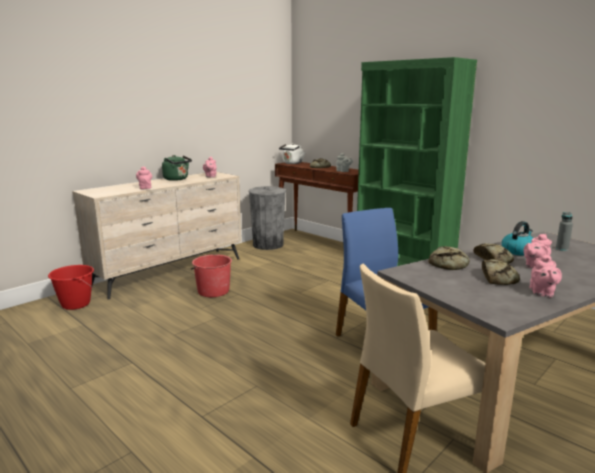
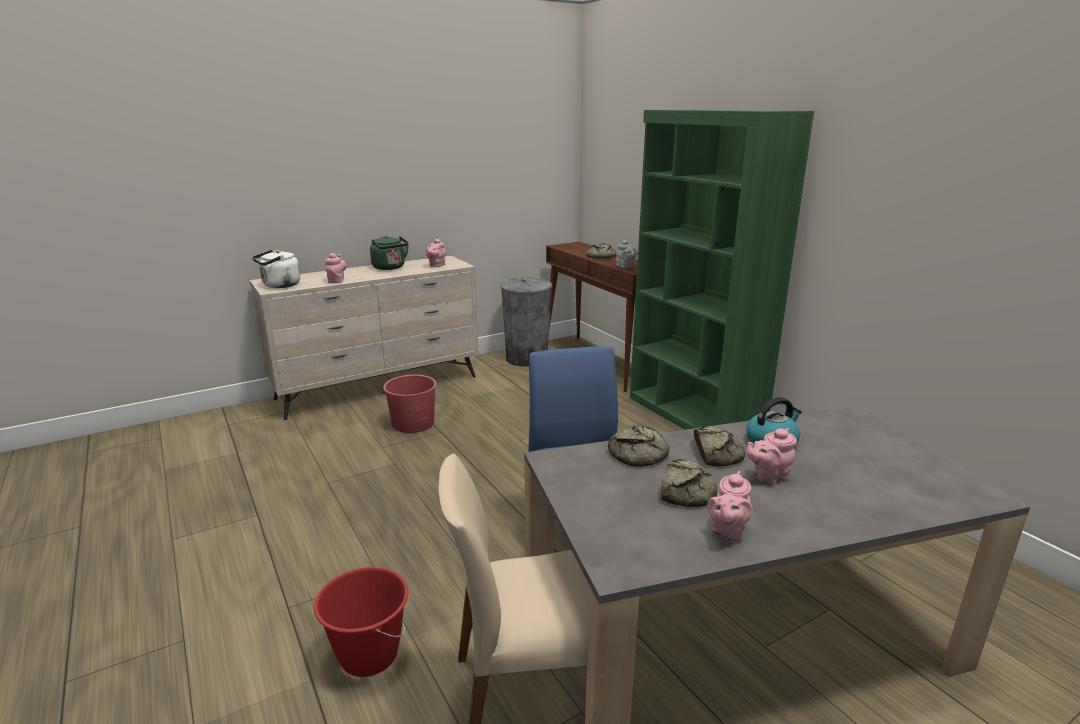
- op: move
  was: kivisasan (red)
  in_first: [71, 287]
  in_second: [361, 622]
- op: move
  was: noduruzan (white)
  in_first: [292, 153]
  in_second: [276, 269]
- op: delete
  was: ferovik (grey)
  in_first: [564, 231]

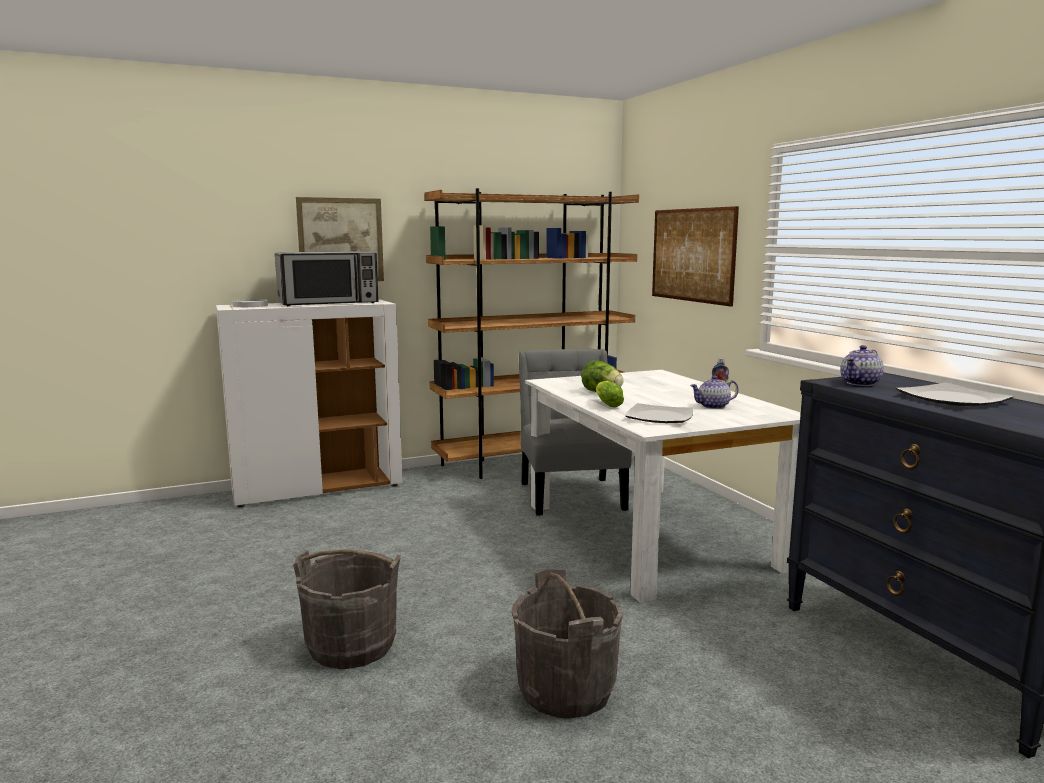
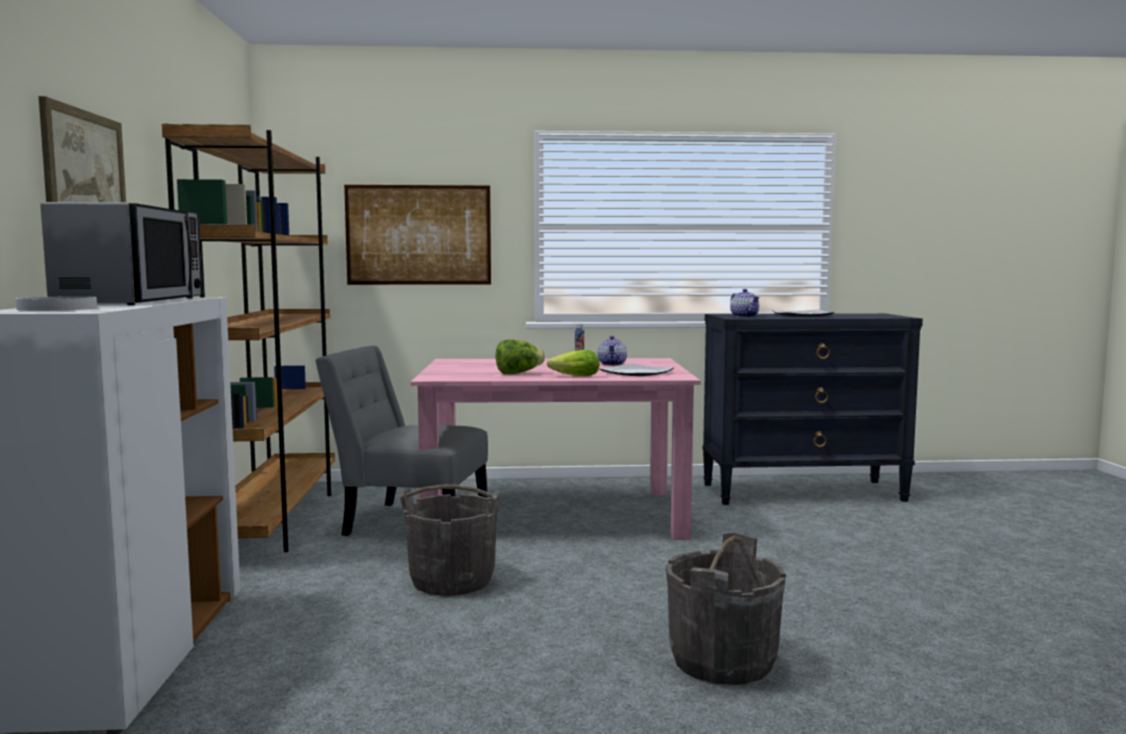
- op: move
  was: kivisasan (grey)
  in_first: [567, 643]
  in_second: [450, 540]
- op: recolor
  was: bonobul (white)
  now: bonobul (pink)
  in_first: [663, 486]
  in_second: [556, 449]

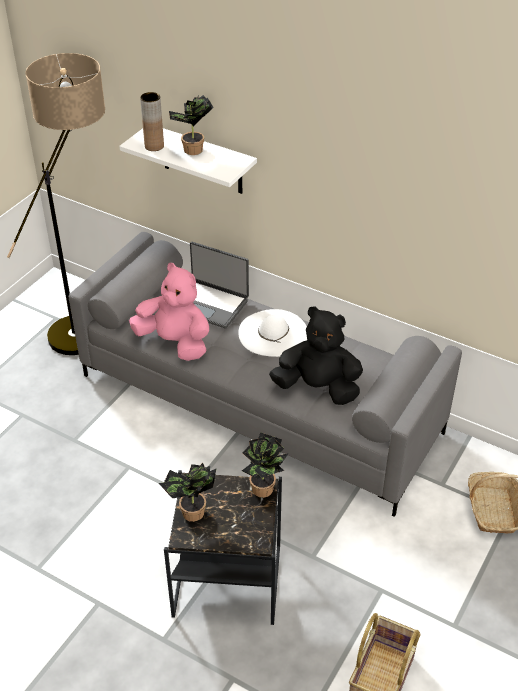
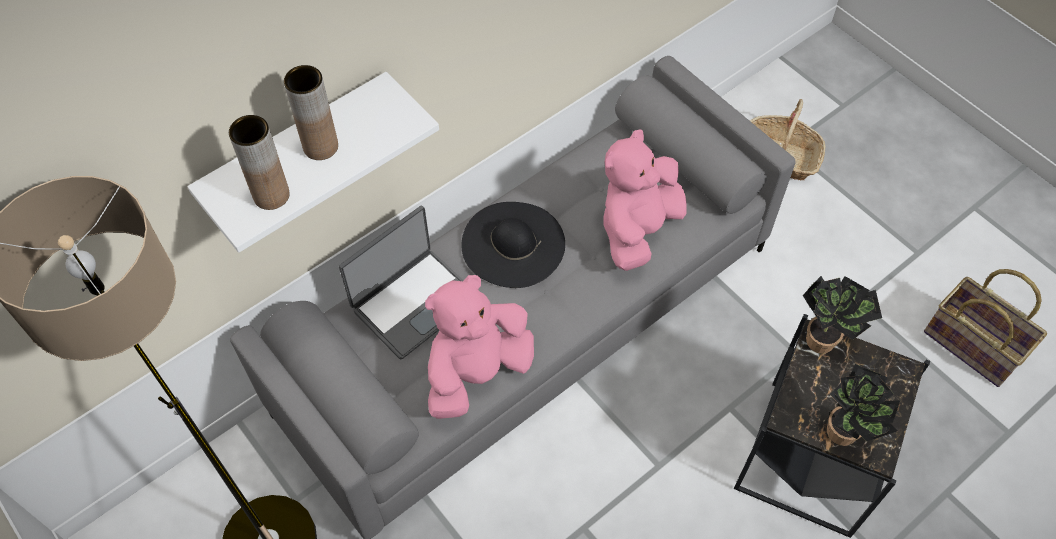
- op: replace
  was: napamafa
  now: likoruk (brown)
  in_first: [191, 125]
  in_second: [311, 112]
- op: recolor
  was: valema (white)
  now: valema (black)
  in_first: [272, 333]
  in_second: [513, 245]
- op: recolor
  was: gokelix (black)
  now: gokelix (pink)
  in_first: [316, 356]
  in_second: [645, 200]

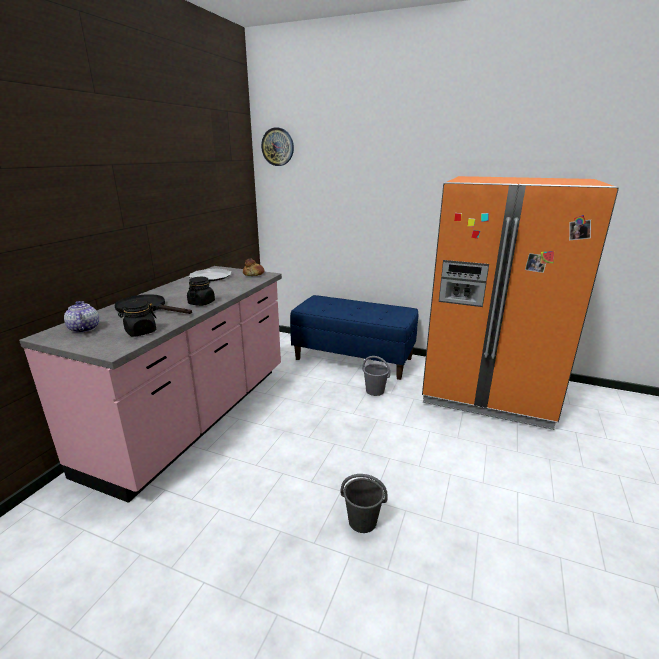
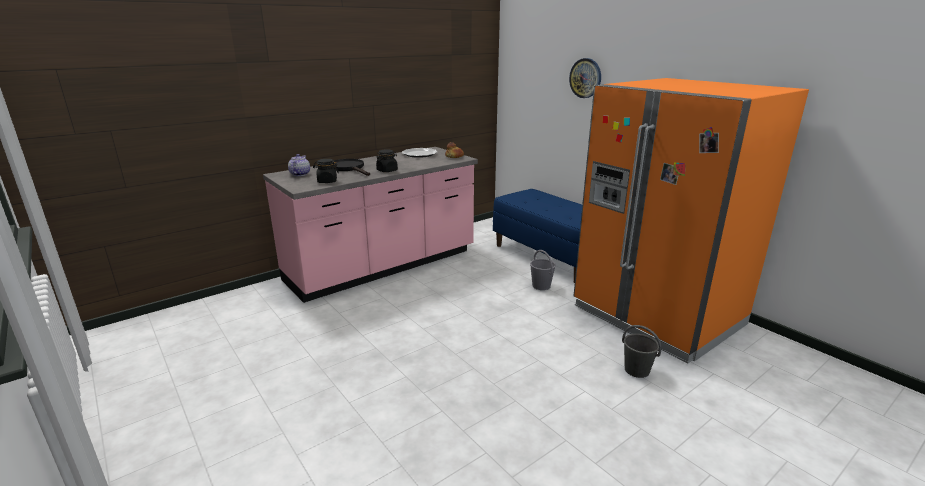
- op: move
  was: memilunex
  in_first: [277, 146]
  in_second: [585, 78]
- op: move
  was: kivisasan (grey)
  in_first: [364, 503]
  in_second: [641, 351]

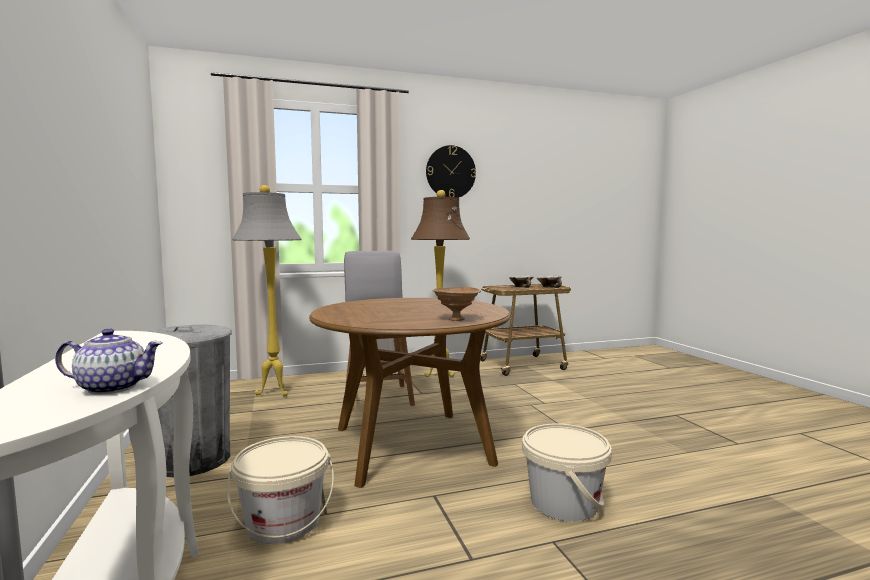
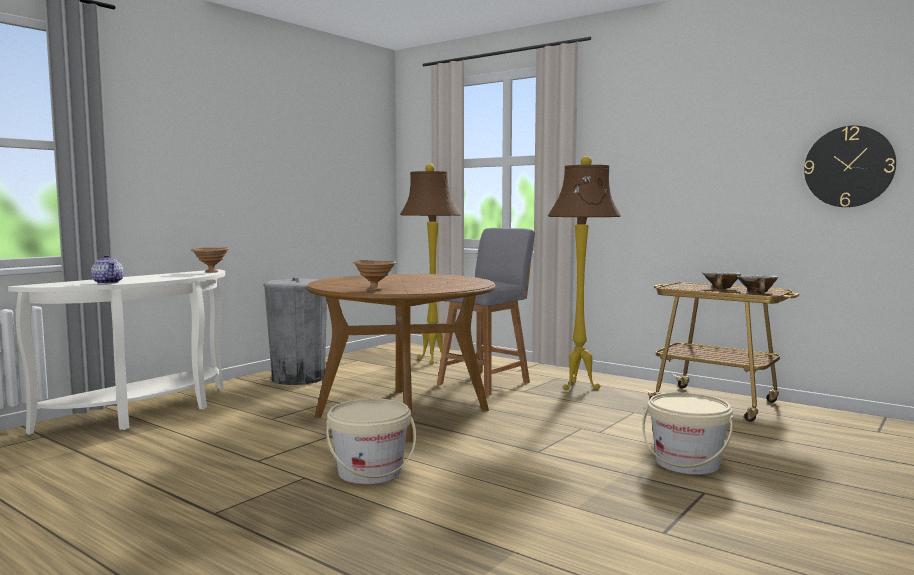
- op: move
  was: kivisasan (beige)
  in_first: [280, 490]
  in_second: [687, 433]
- op: recolor
  was: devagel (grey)
  now: devagel (brown)
  in_first: [267, 291]
  in_second: [431, 264]
- op: move
  was: memilunex
  in_first: [451, 171]
  in_second: [850, 166]
- op: insert
  now: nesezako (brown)
  in_second: [210, 260]

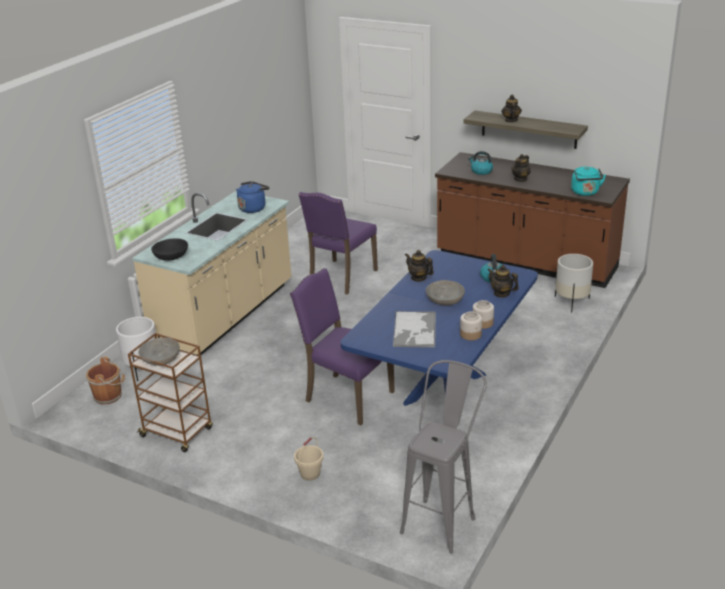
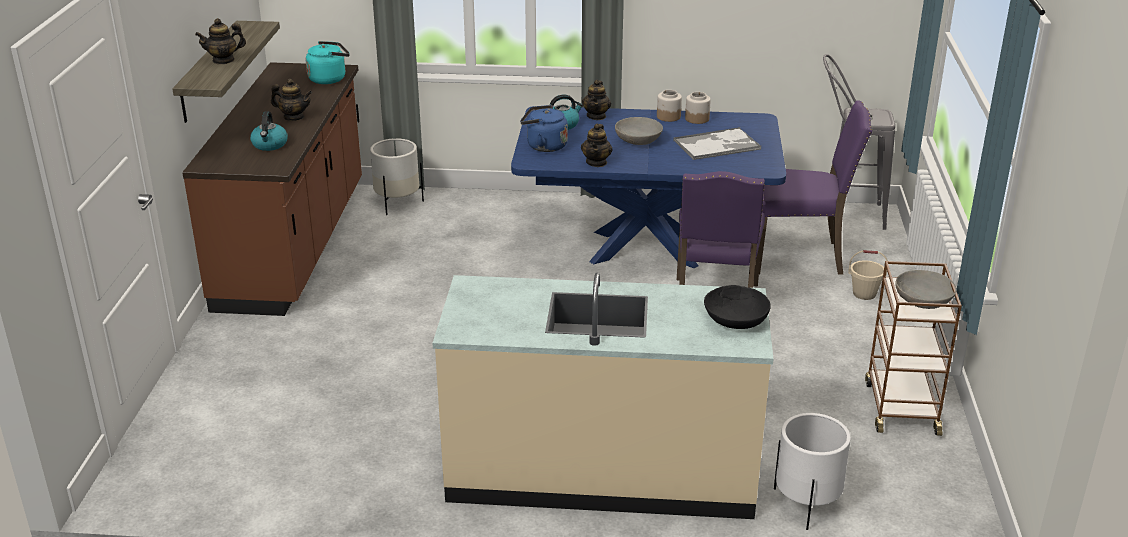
- op: delete
  was: kivisasan (brown)
  in_first: [105, 381]
- op: move
  was: noduruzan (blue)
  in_first: [252, 197]
  in_second: [544, 128]
- op: move
  was: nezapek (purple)
  in_first: [338, 243]
  in_second: [815, 187]

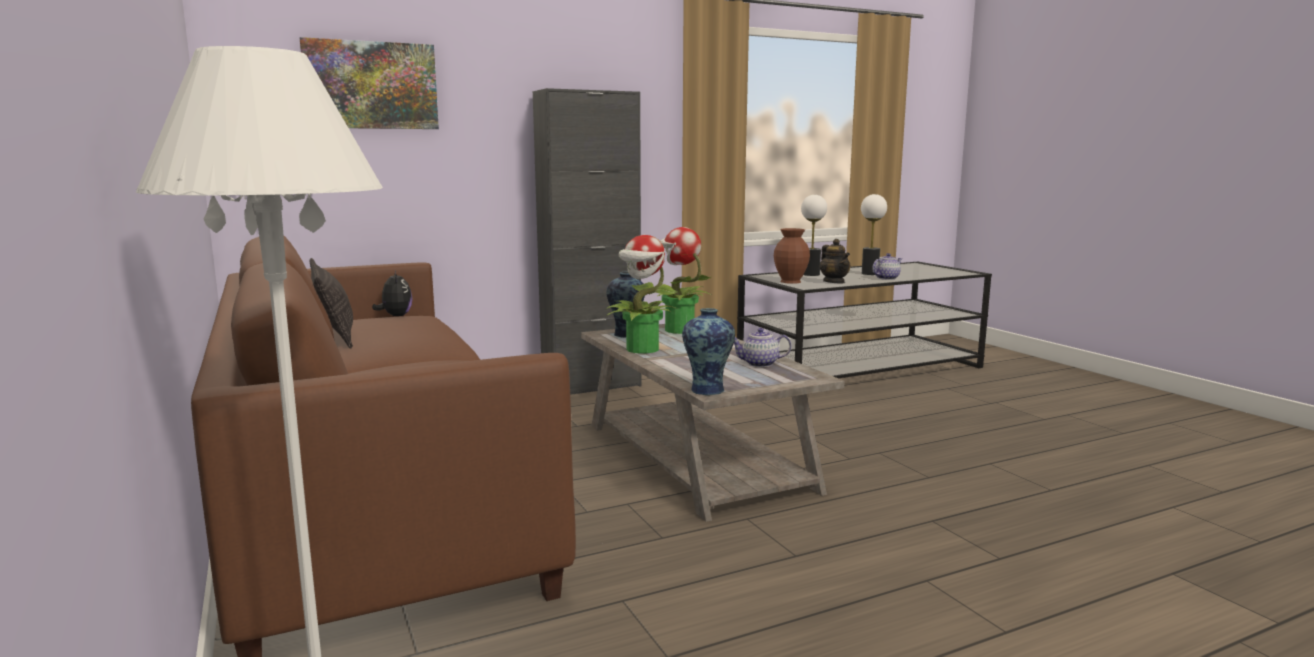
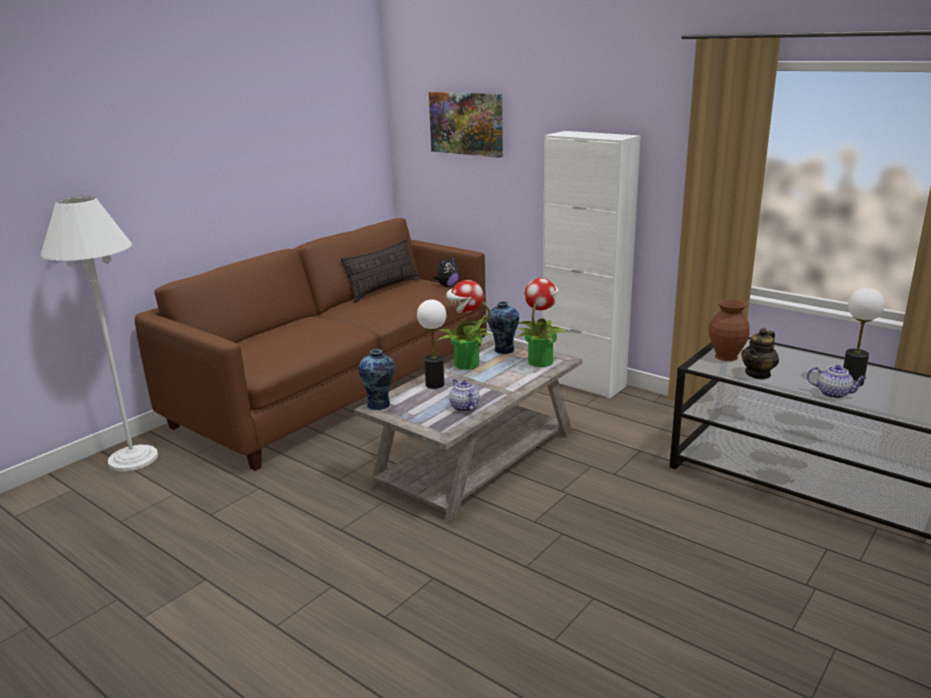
- op: recolor
  was: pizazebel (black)
  now: pizazebel (white)
  in_first: [587, 241]
  in_second: [592, 265]
- op: move
  was: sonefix
  in_first: [814, 235]
  in_second: [431, 344]

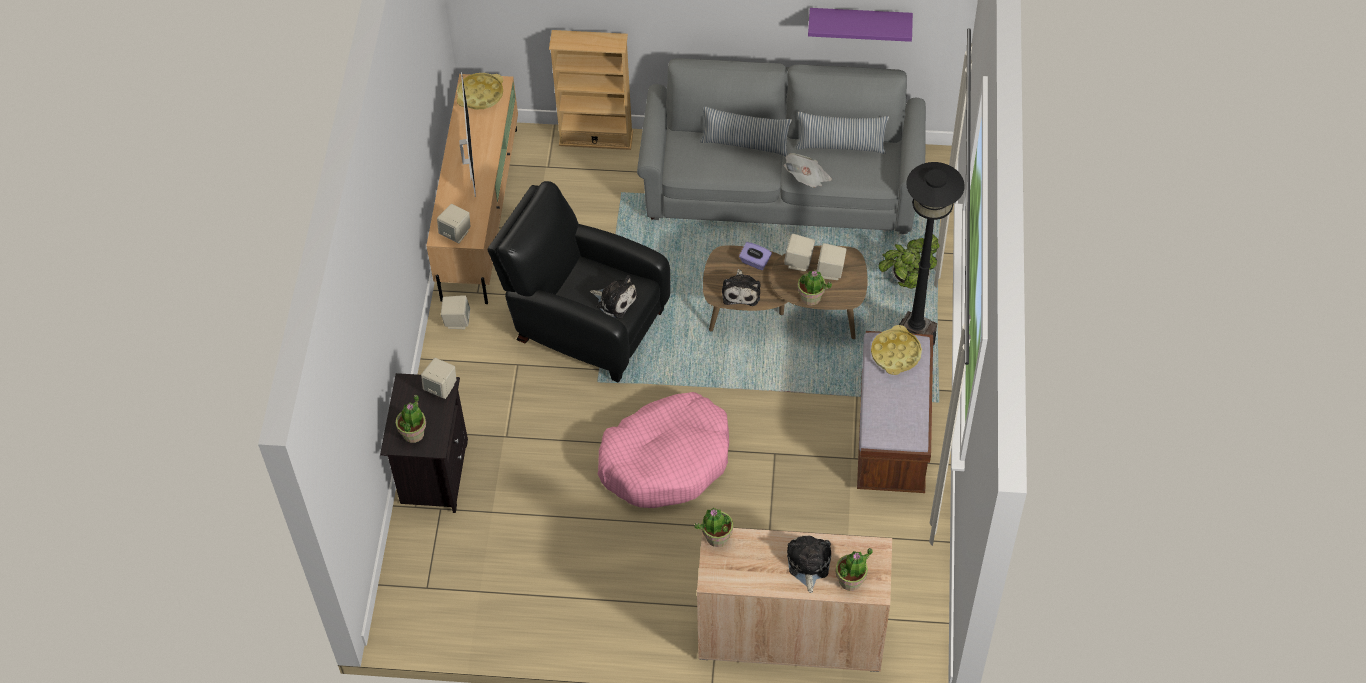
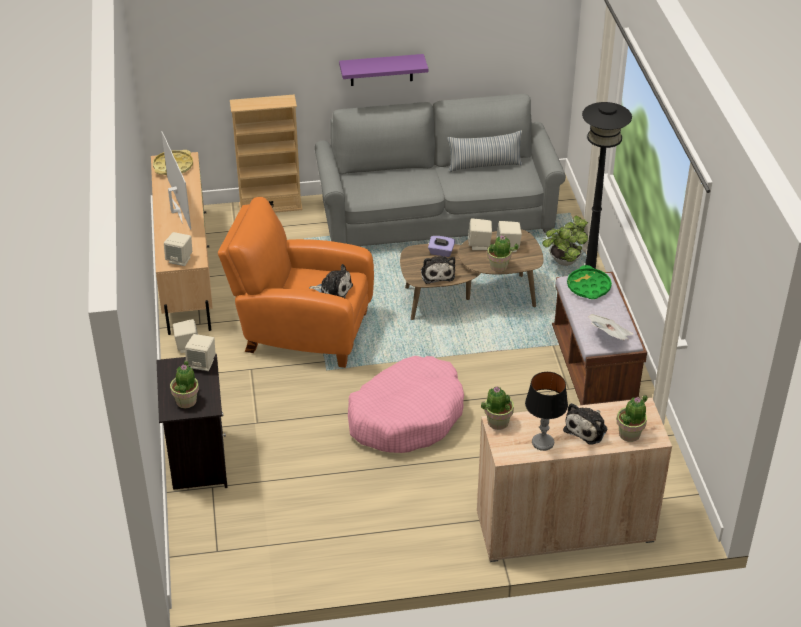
- op: recolor
  was: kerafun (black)
  now: kerafun (orange)
  in_first: [579, 282]
  in_second: [296, 282]
- op: delete
  was: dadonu
  in_first: [746, 131]
- op: move
  was: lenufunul
  in_first: [808, 170]
  in_second: [611, 327]
- op: rotate
  was: gokelix
  in_first: [809, 564]
  in_second: [585, 424]
  clockwise: -135
- op: move
  was: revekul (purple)
  in_first: [860, 25]
  in_second: [383, 70]
- op: recolor
  was: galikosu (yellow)
  now: galikosu (green)
  in_first: [896, 350]
  in_second: [589, 282]
- op: insert
  now: sonefix
  in_second: [546, 411]

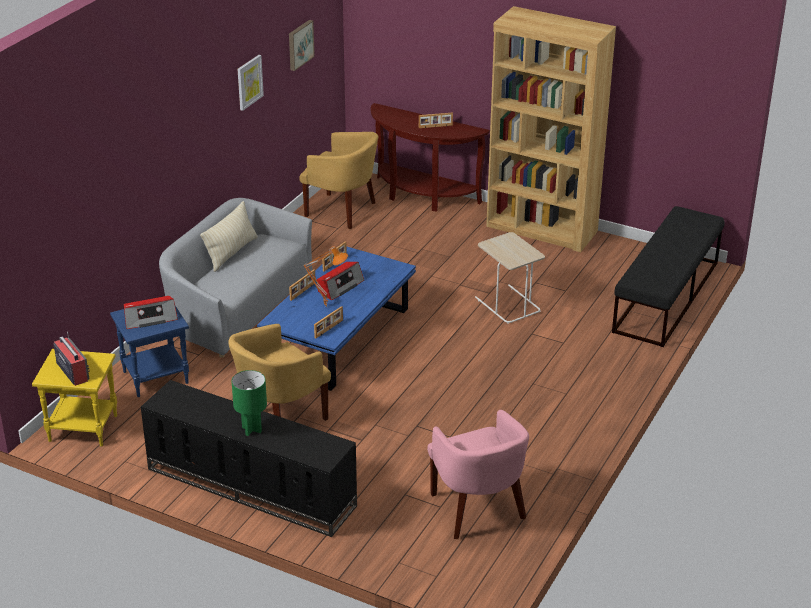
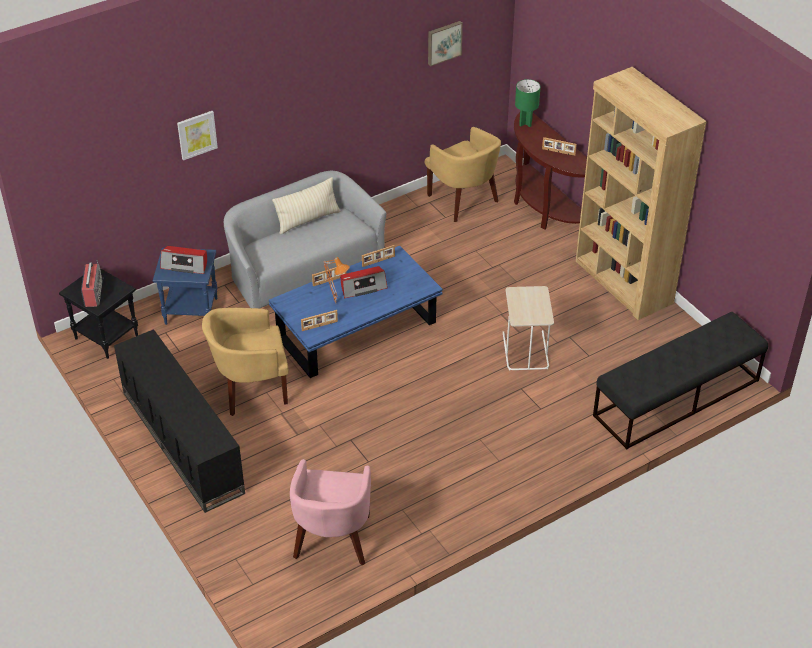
- op: recolor
  was: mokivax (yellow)
  now: mokivax (black)
  in_first: [74, 398]
  in_second: [98, 313]
- op: move
  was: sonefix (green)
  in_first: [249, 403]
  in_second: [528, 103]
- op: move
  was: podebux
  in_first: [251, 83]
  in_second: [197, 135]

